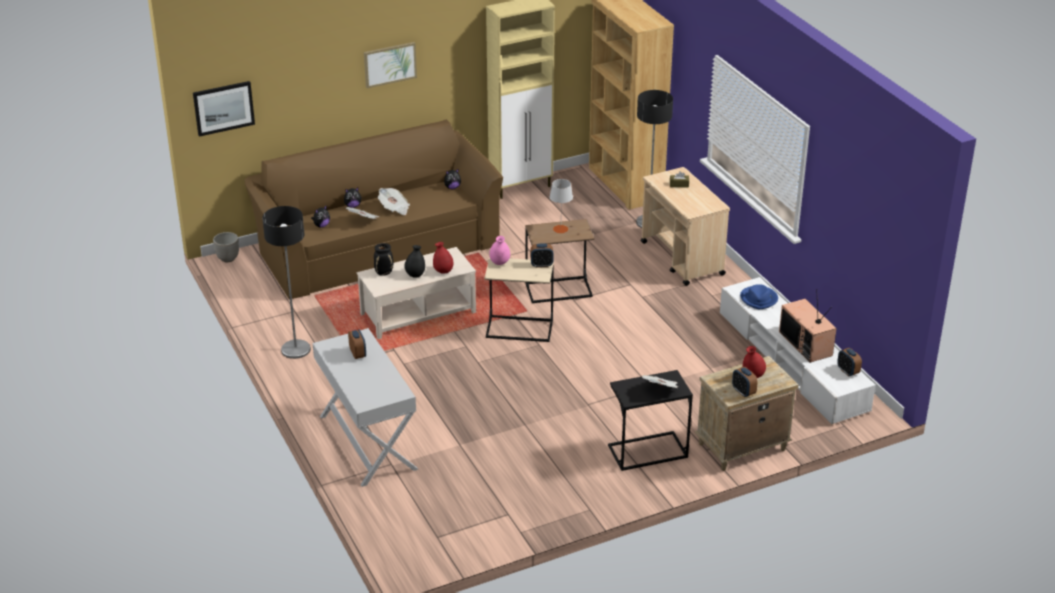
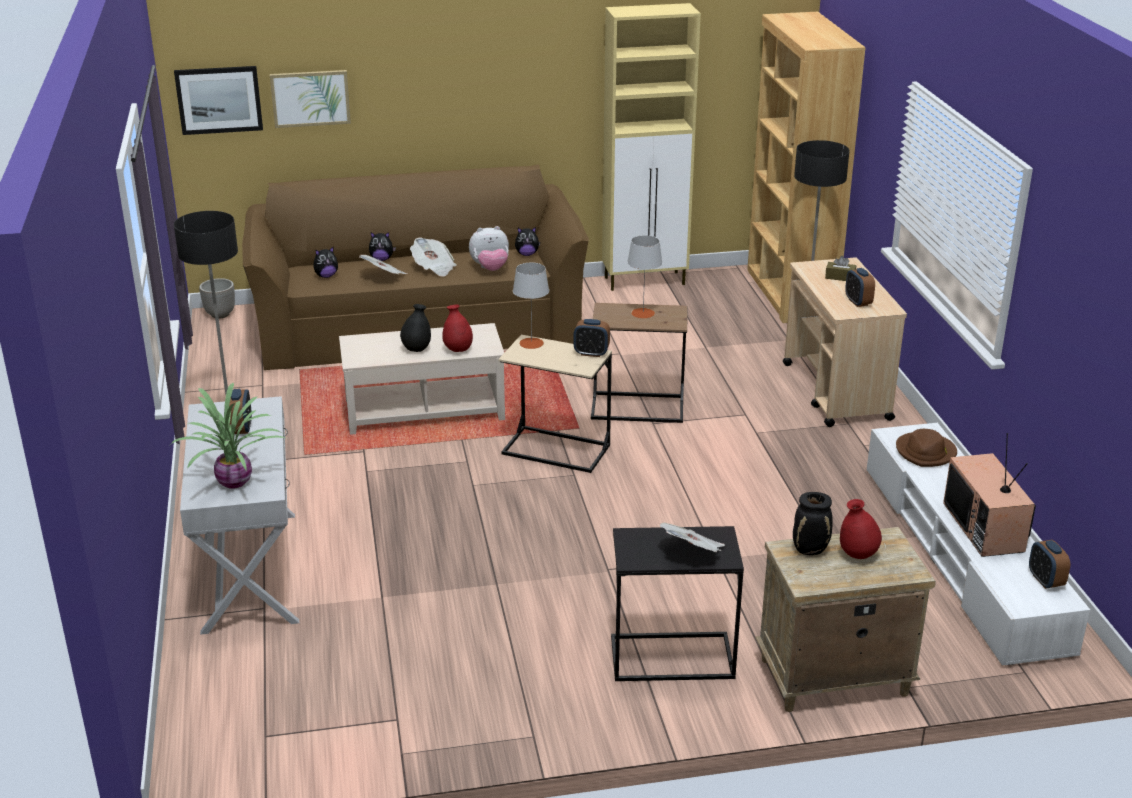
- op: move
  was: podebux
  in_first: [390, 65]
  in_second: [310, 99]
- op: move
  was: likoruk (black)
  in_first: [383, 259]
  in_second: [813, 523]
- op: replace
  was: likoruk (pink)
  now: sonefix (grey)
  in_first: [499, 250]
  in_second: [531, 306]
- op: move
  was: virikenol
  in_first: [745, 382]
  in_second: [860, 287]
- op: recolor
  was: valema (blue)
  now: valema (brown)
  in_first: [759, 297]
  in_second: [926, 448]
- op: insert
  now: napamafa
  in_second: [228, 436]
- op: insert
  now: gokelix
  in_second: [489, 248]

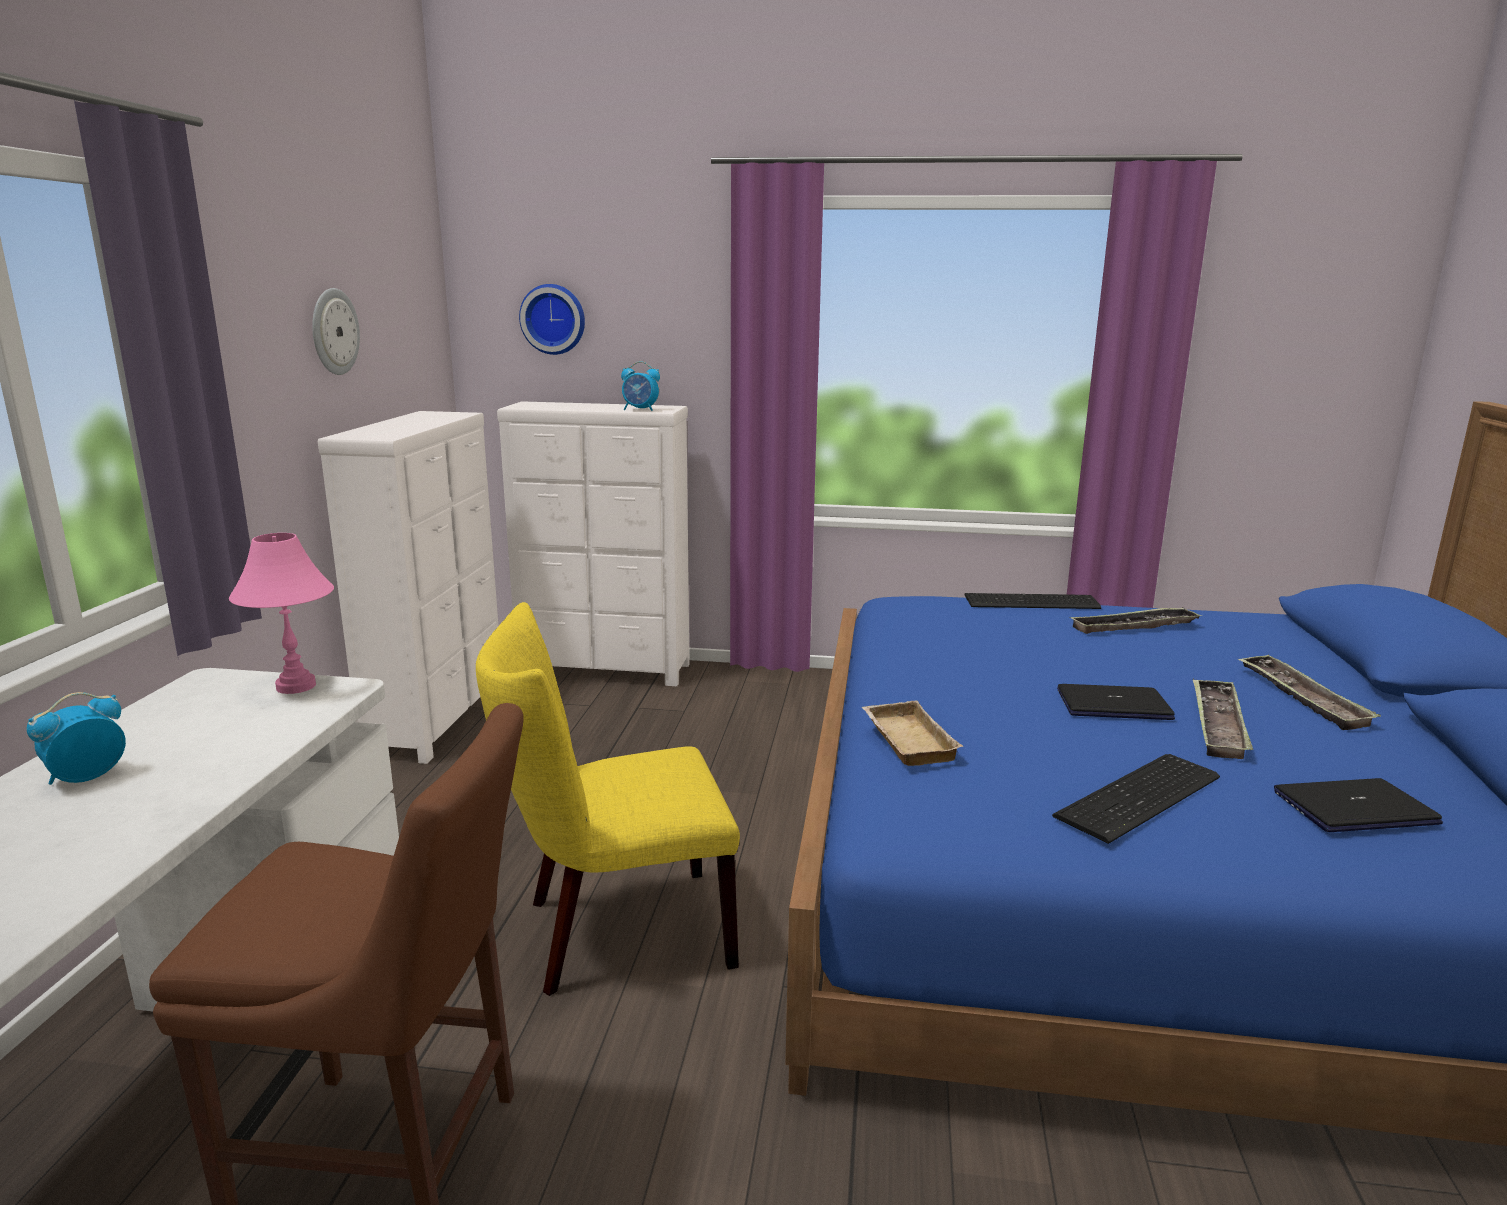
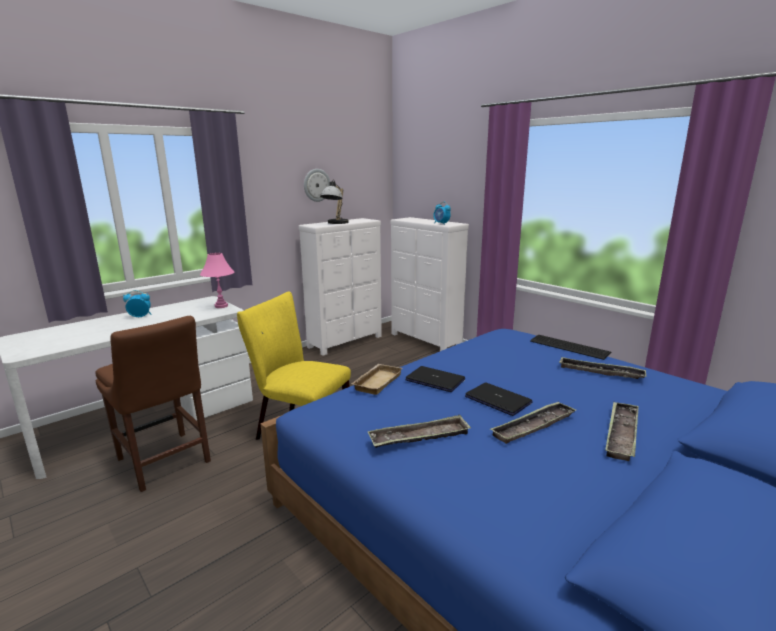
- op: delete
  was: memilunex
  in_first: [552, 319]
- op: replace
  was: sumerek
  now: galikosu
  in_first: [1136, 799]
  in_second: [419, 431]
- op: move
  was: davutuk
  in_first: [1358, 805]
  in_second: [435, 379]
- op: insert
  now: sonefix
  in_second: [334, 201]

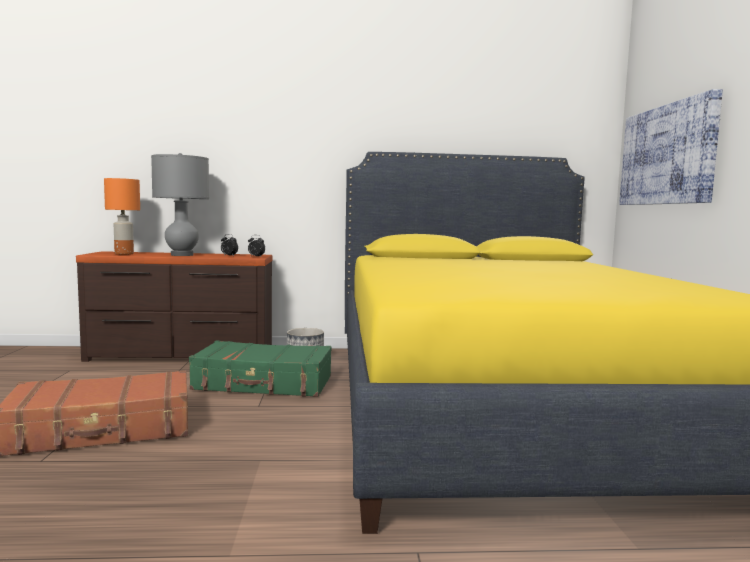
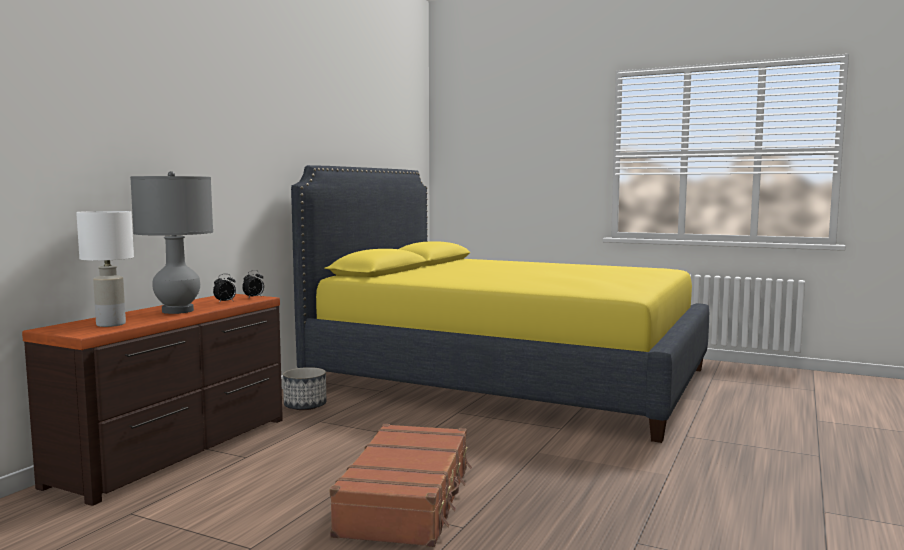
- op: recolor
  was: sonefix (orange)
  now: sonefix (white)
  in_first: [122, 216]
  in_second: [105, 269]
- op: delete
  was: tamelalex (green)
  in_first: [260, 368]
- op: delete
  was: podebux
  in_first: [671, 147]

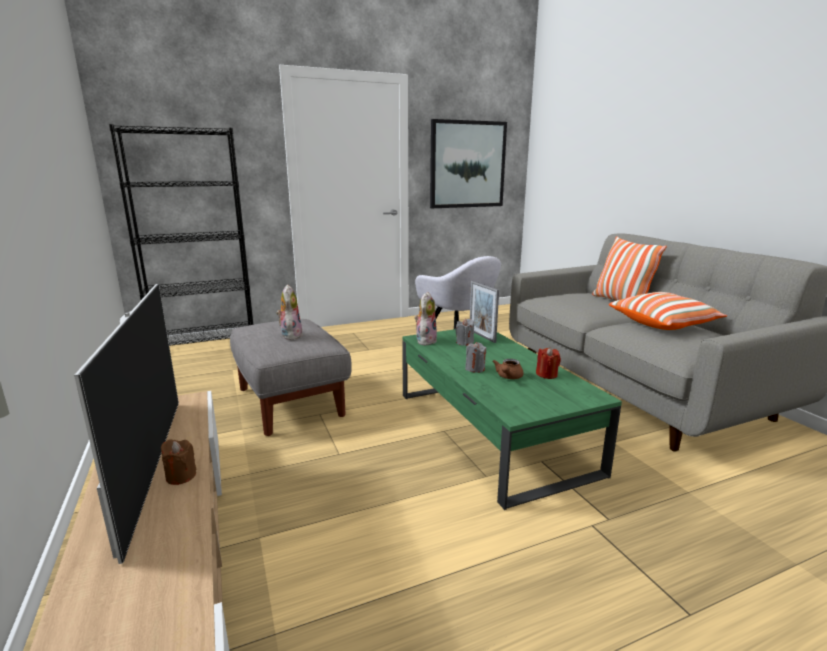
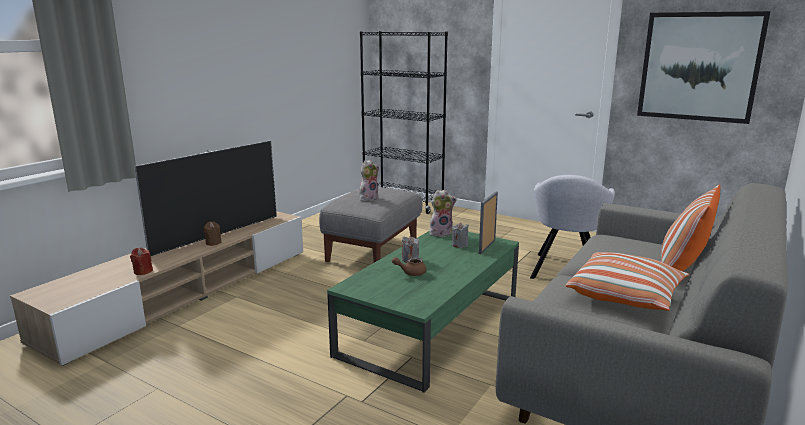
- op: move
  was: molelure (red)
  in_first: [548, 363]
  in_second: [141, 261]

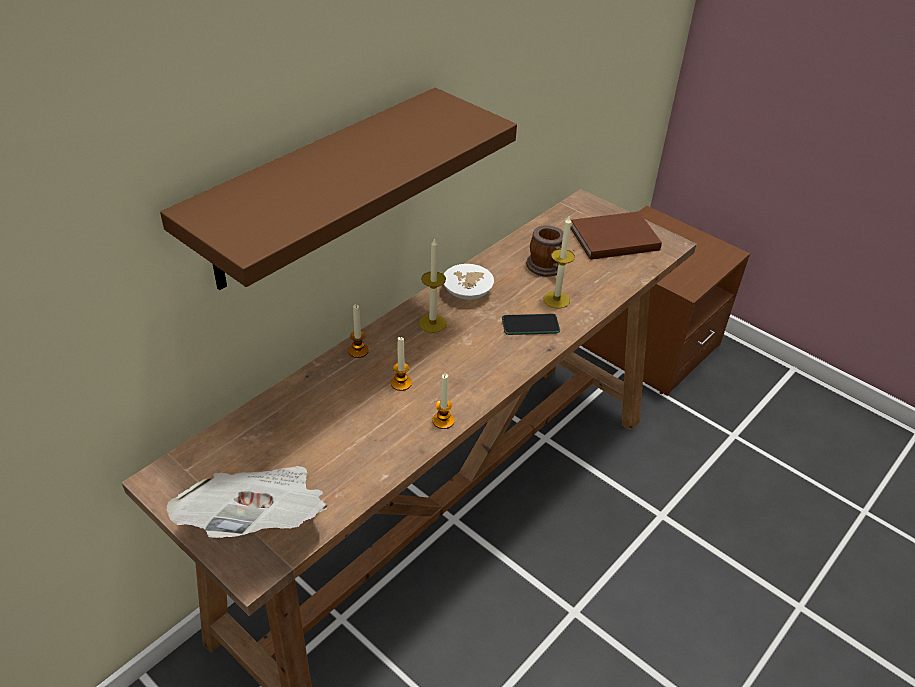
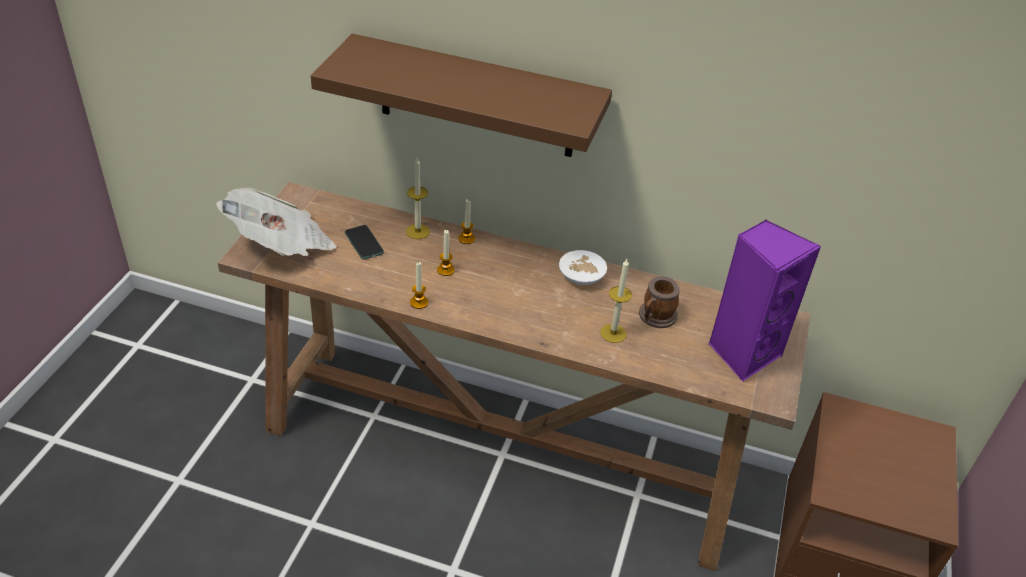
- op: move
  was: molelure
  in_first: [433, 285]
  in_second: [418, 198]
- op: move
  was: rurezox
  in_first: [531, 324]
  in_second: [364, 242]
- op: replace
  was: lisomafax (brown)
  now: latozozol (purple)
  in_first: [616, 235]
  in_second: [765, 300]

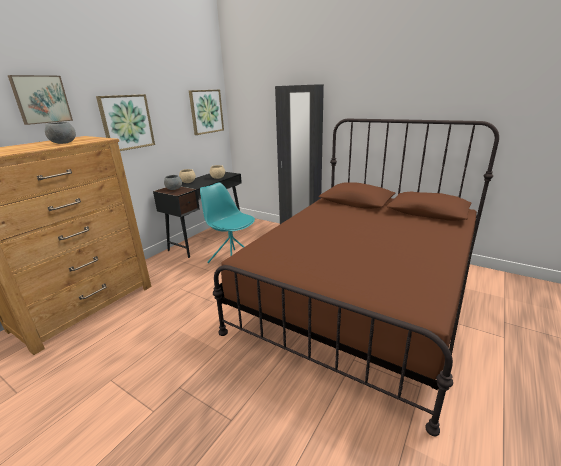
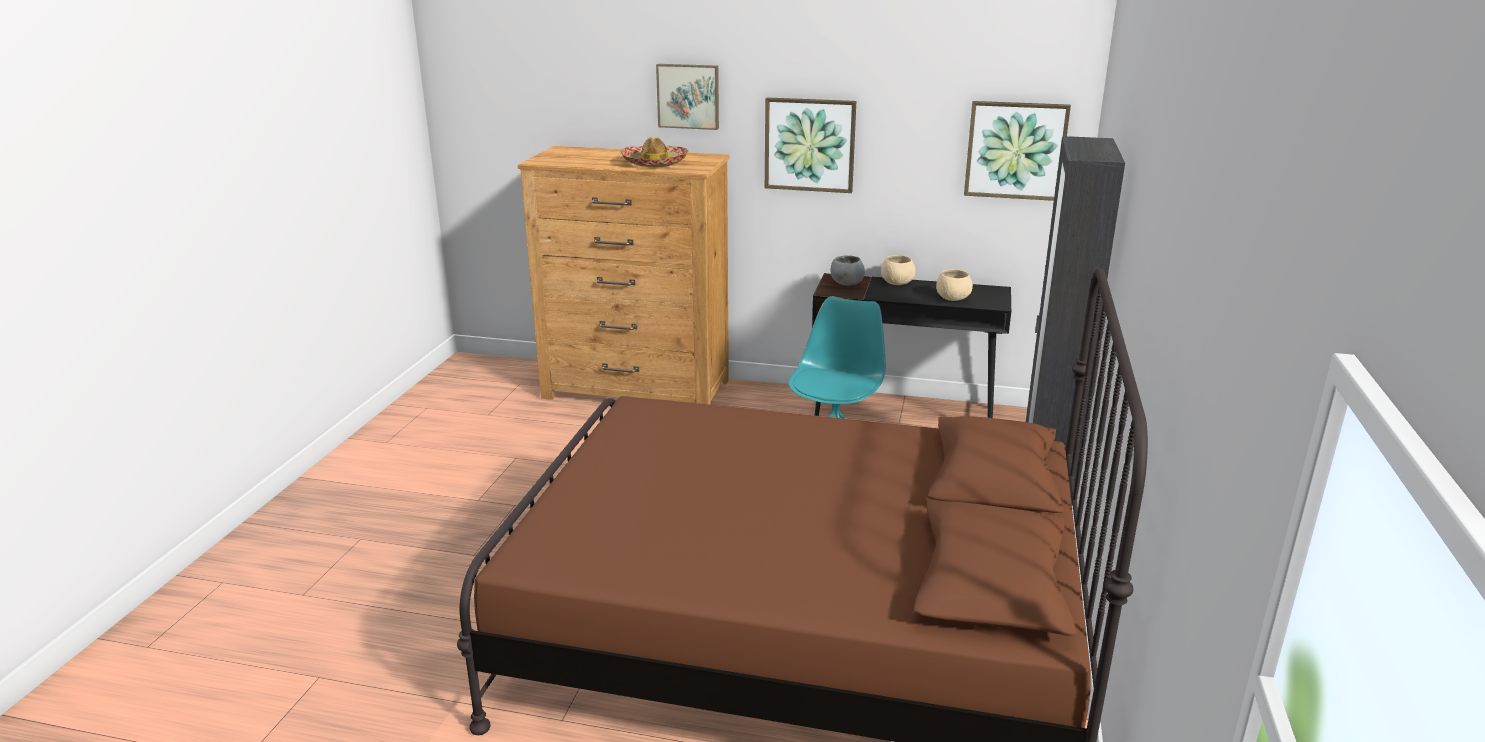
- op: replace
  was: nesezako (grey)
  now: valema
  in_first: [60, 133]
  in_second: [655, 151]

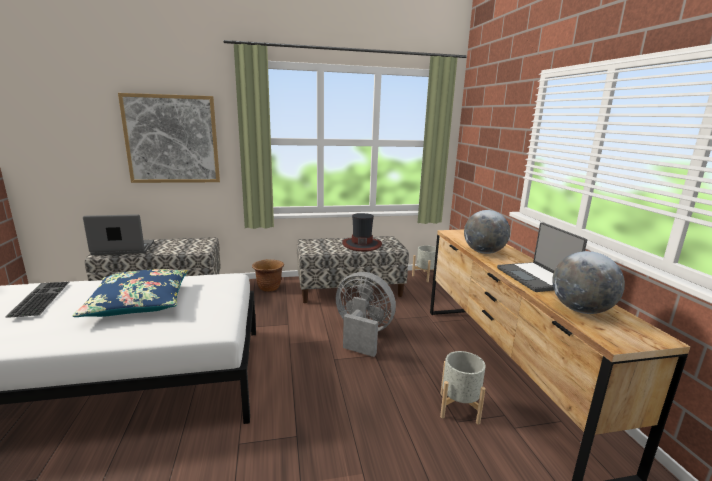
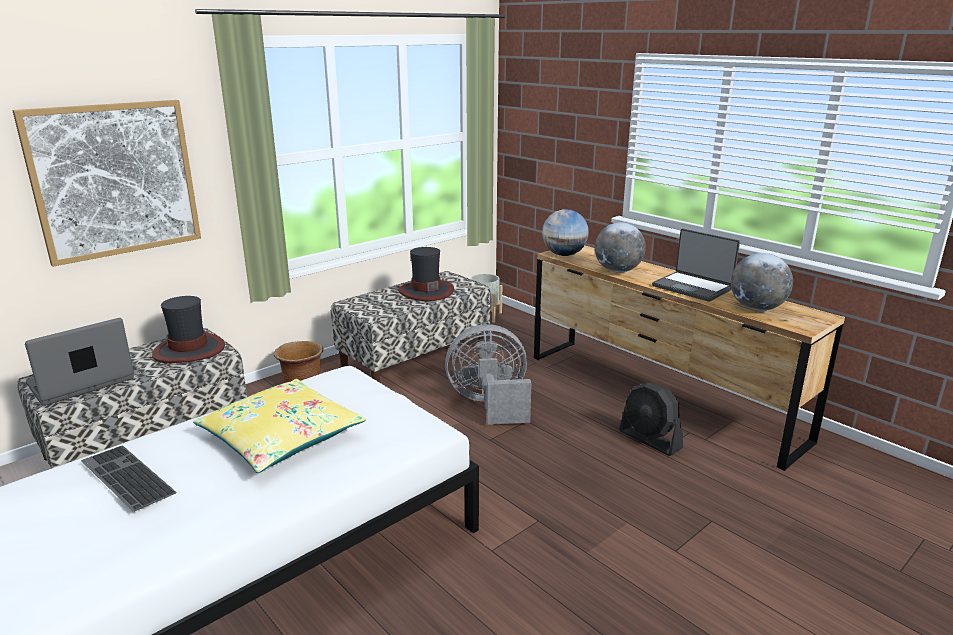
- op: recolor
  was: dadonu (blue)
  now: dadonu (yellow)
  in_first: [130, 293]
  in_second: [279, 426]
- op: replace
  was: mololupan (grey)
  now: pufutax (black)
  in_first: [463, 388]
  in_second: [651, 419]
- op: insert
  now: valema
  in_second: [188, 329]
- op: insert
  now: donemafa
  in_second: [565, 232]

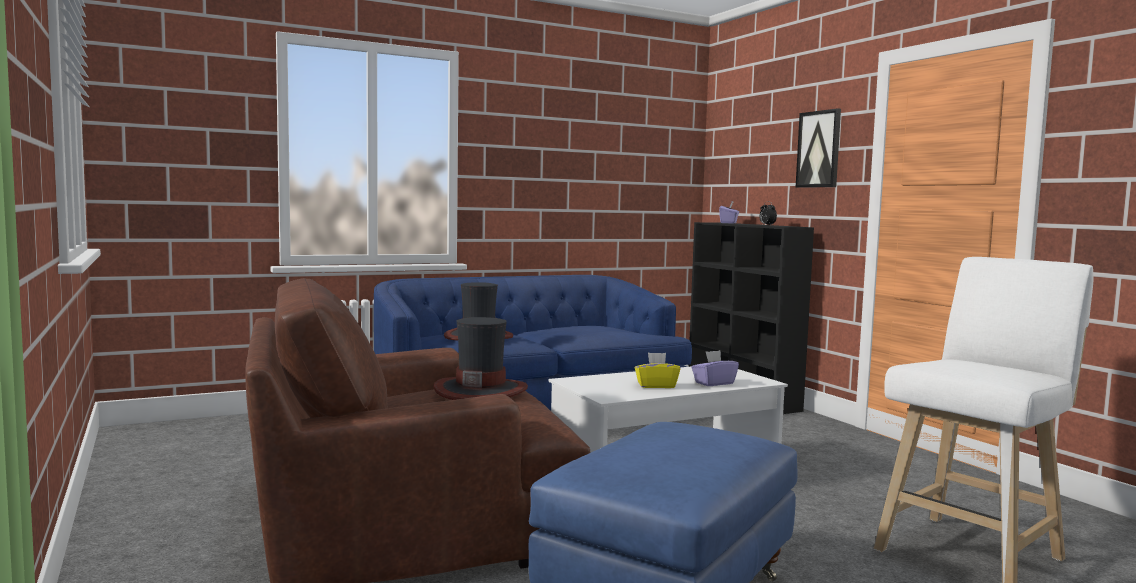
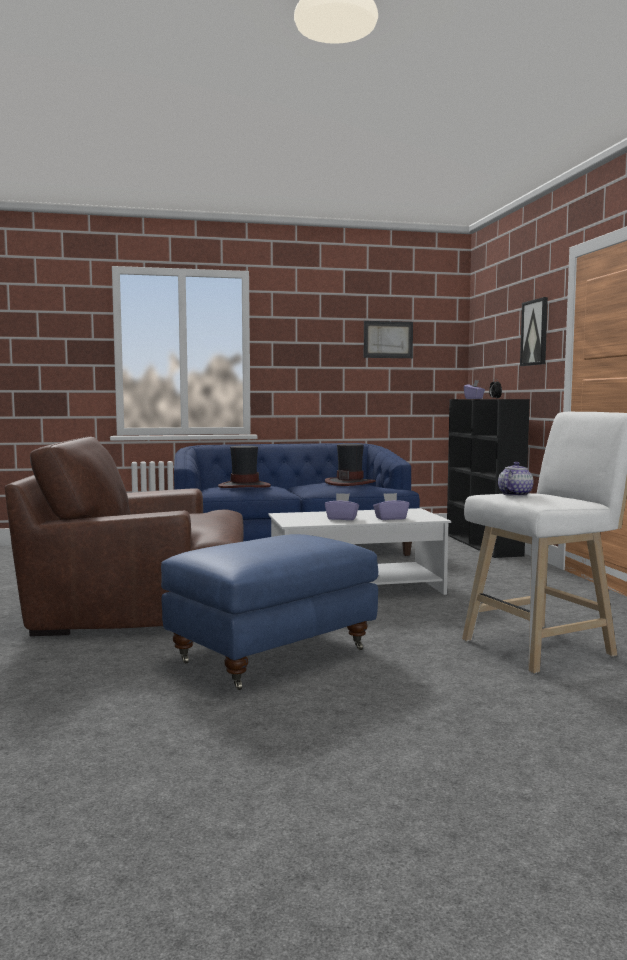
- op: move
  was: valema
  in_first: [480, 358]
  in_second: [350, 465]
- op: recolor
  was: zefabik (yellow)
  now: zefabik (purple)
  in_first: [658, 370]
  in_second: [342, 506]
- op: insert
  now: podebux
  in_second: [388, 339]
- op: insert
  now: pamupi
  in_second: [515, 479]

